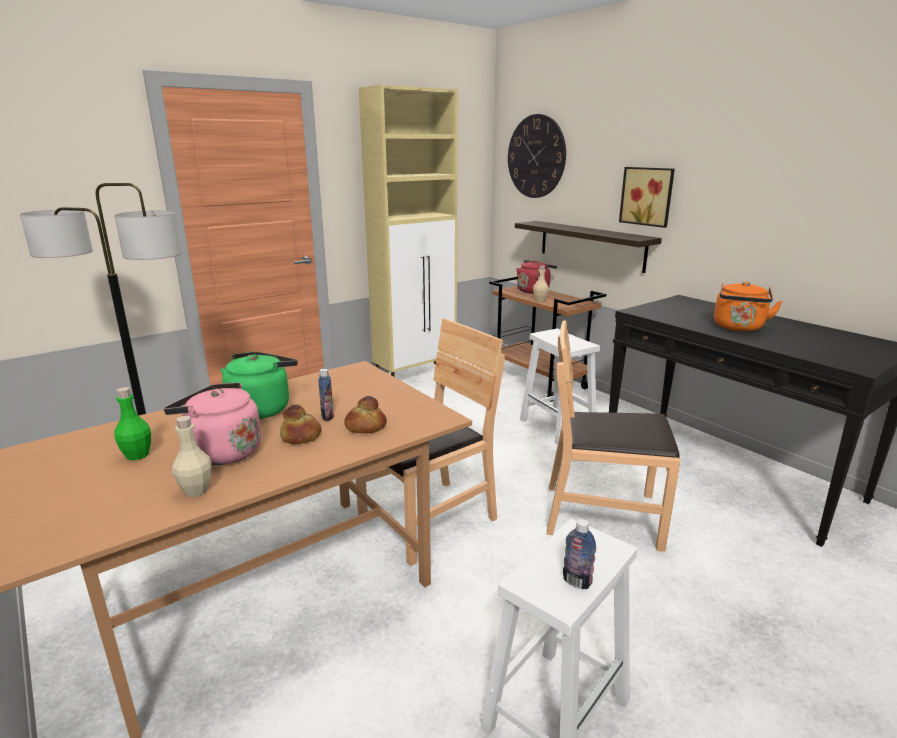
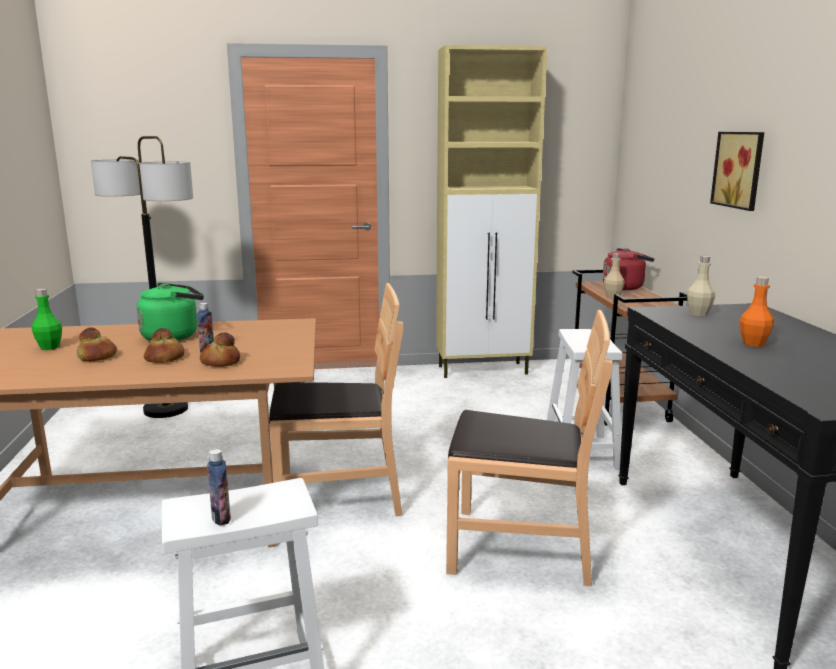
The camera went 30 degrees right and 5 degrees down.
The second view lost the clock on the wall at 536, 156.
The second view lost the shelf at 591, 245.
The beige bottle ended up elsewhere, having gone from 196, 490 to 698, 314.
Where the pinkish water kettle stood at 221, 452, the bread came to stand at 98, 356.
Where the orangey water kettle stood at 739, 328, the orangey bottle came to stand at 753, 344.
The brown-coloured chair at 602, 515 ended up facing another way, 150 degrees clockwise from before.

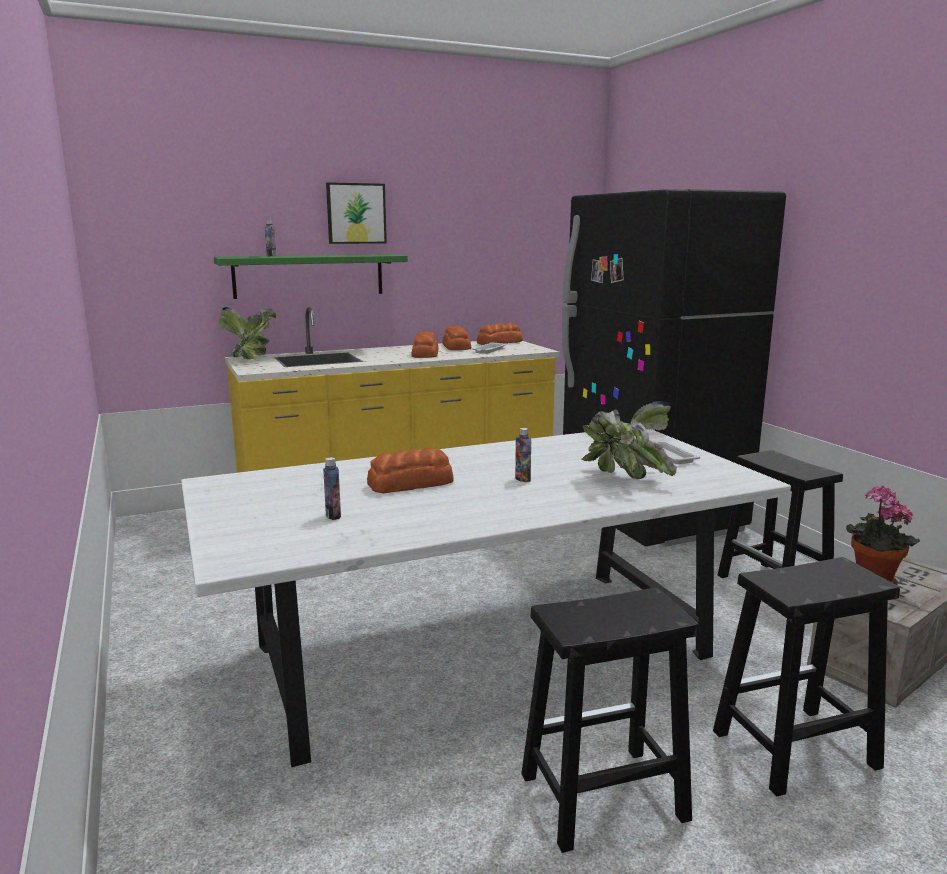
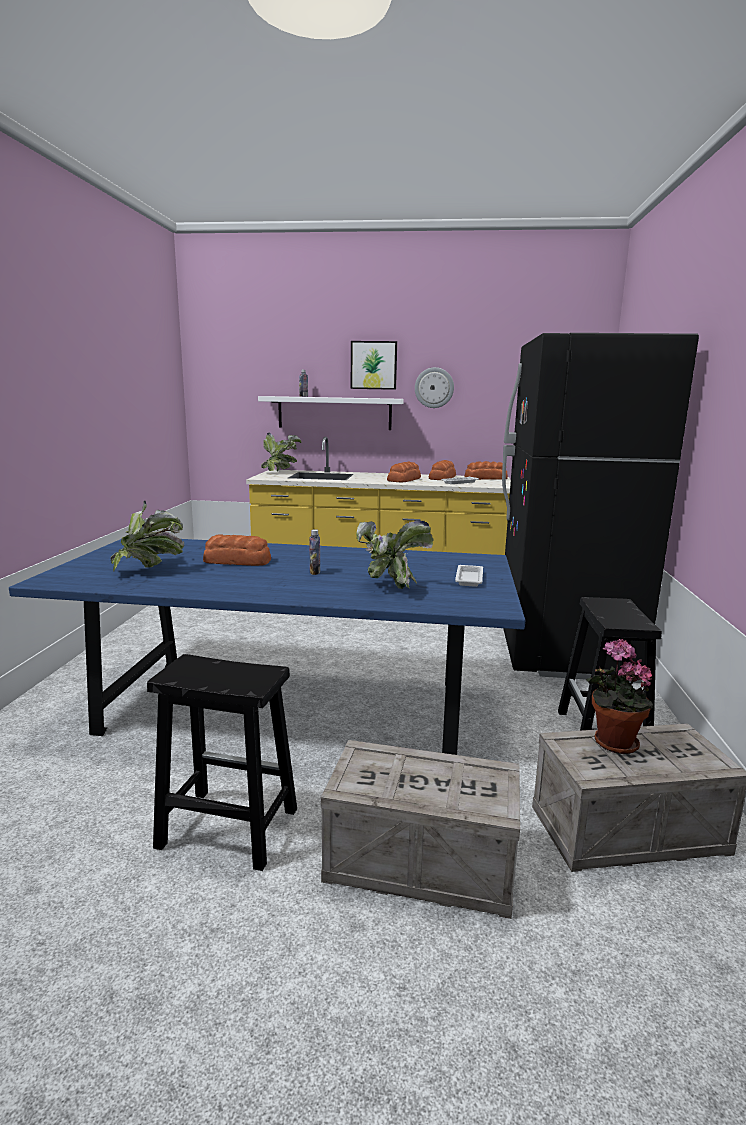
The camera went 30 degrees right and 0 degrees up.
The second view gained the clock on the wall at 434, 387.
Where the bottle stood at 333, 516, the houseplant came to stand at 150, 569.
Where the black-coloured stool seat stood at 793, 750, the shipping crate came to stand at 417, 861.
What was the white dinner table at 481, 651 turned into the blue dinner table at 288, 707.
What was the green-coloured shelf at 309, 275 turned into the white shelf at 334, 413.

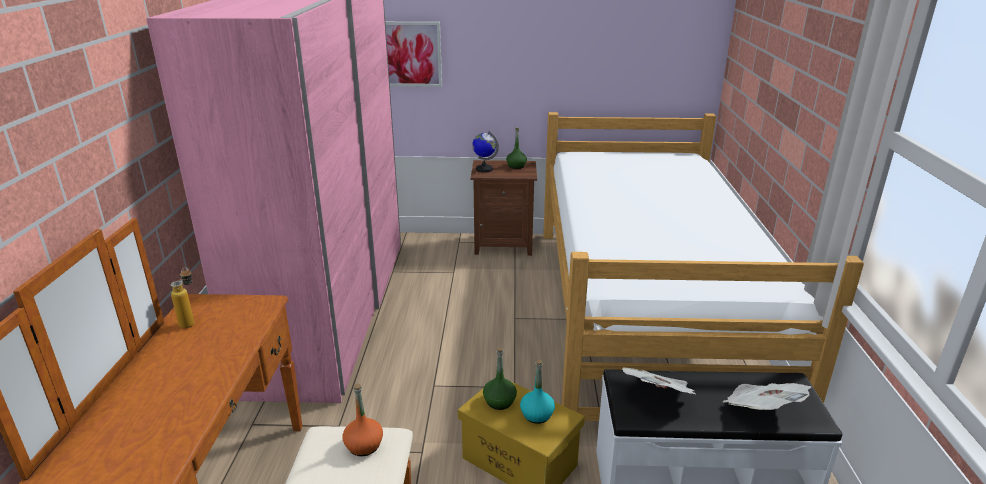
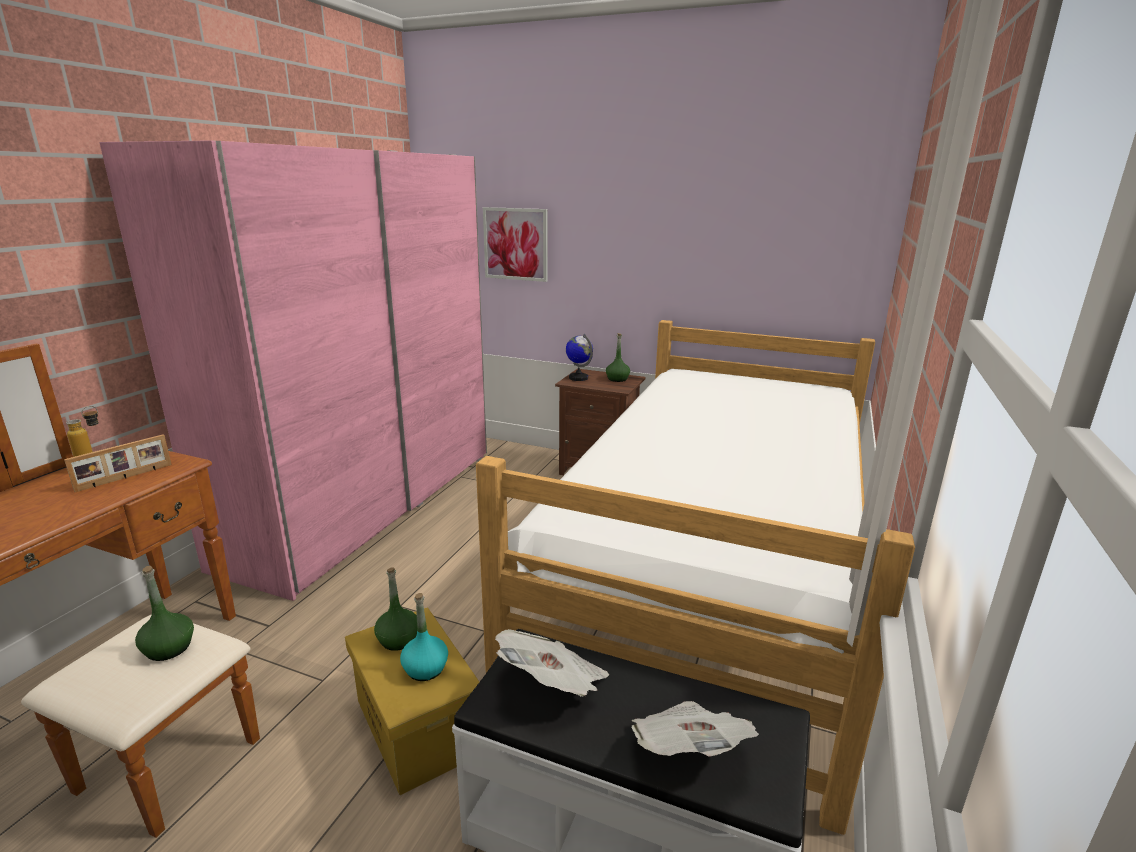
The camera went 20 degrees right and 5 degrees down.
The second view gained the photo frame at 125, 478.
What was the orangey bottle at 364, 446 turned into the green-coloured bottle at 169, 648.

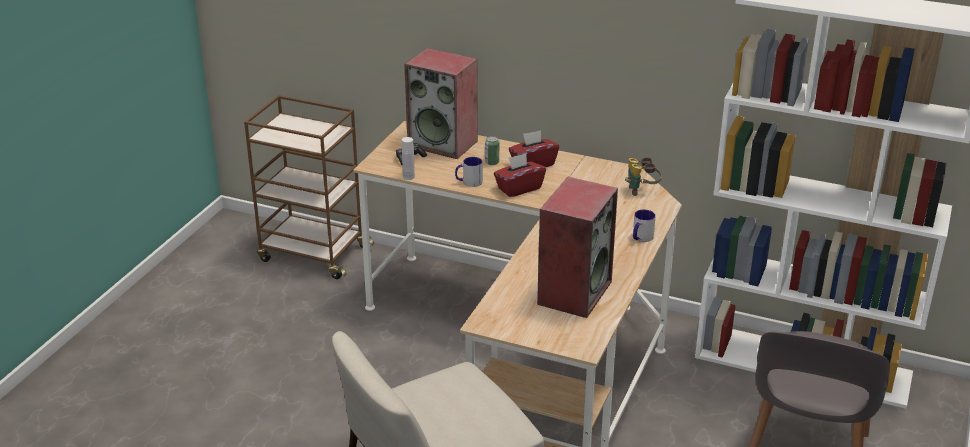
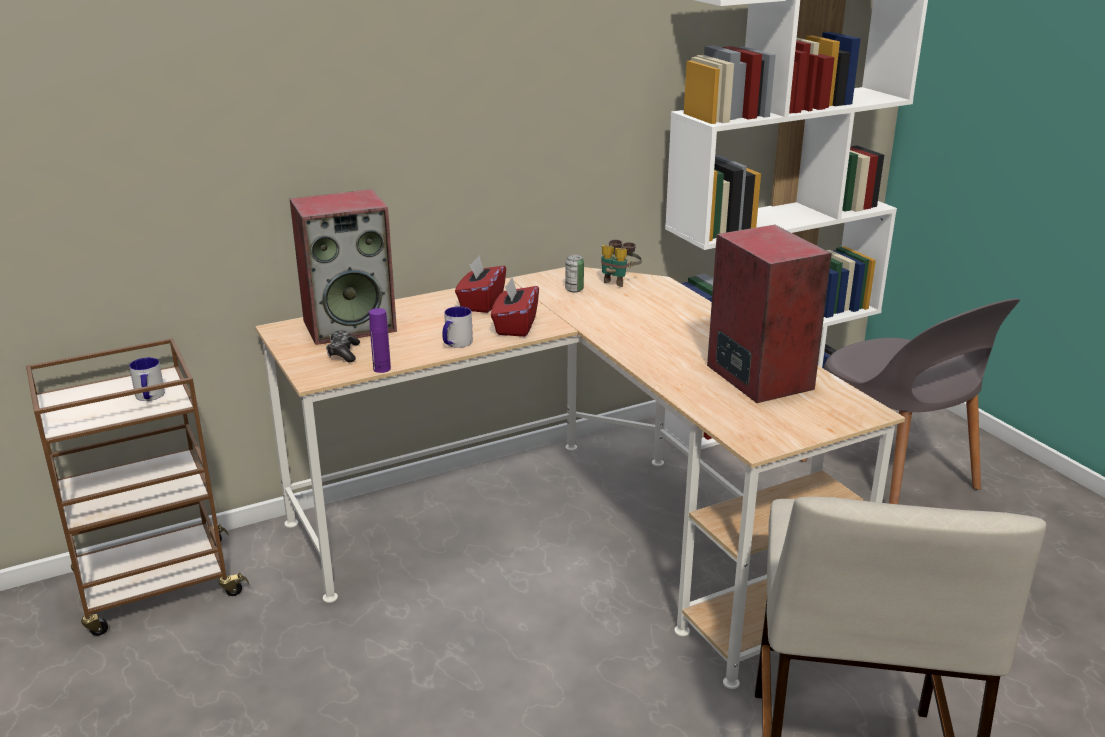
The camera went 50 degrees left and 5 degrees down.
The metal can ended up elsewhere, having gone from 492, 162 to 574, 289.
The mug ended up elsewhere, having gone from 641, 238 to 149, 397.
What was the white bottle at 408, 177 turned into the purplish bottle at 382, 368.

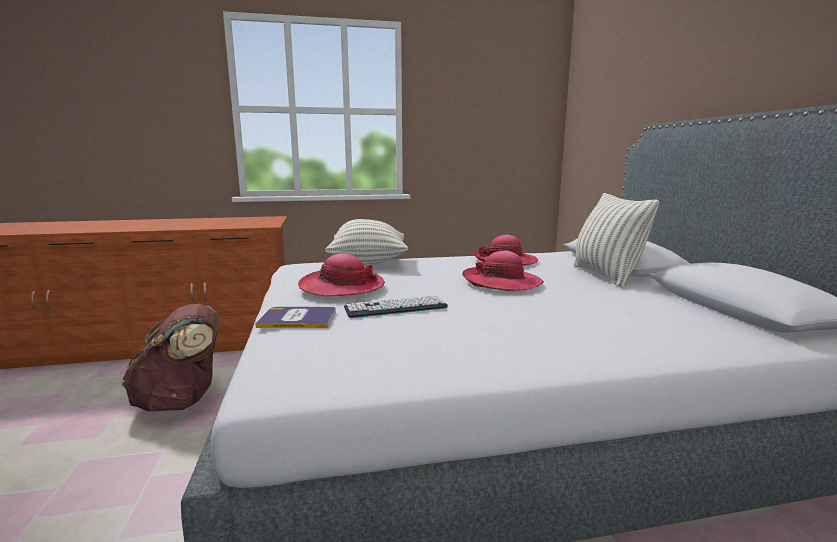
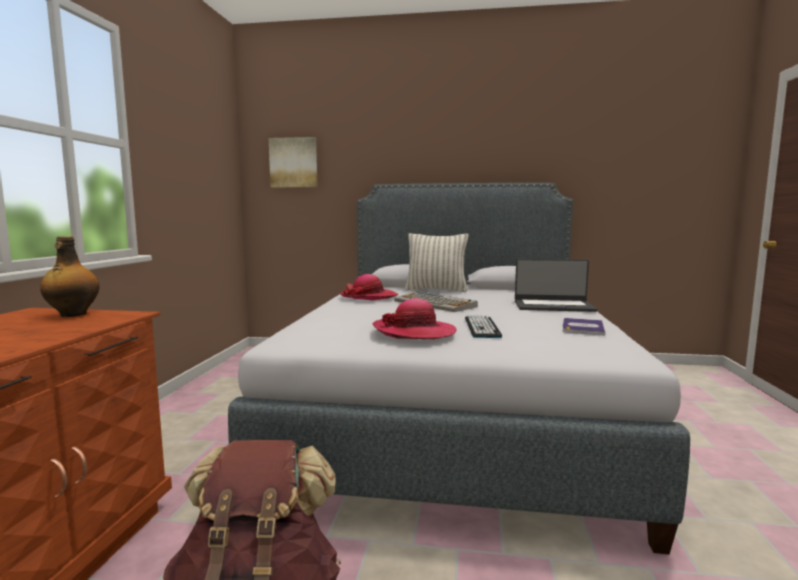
The camera went 70 degrees left and 5 degrees down.
The second view lost the cushion at 368, 263.
The second view gained the bottle at 72, 314.
The second view gained the wall picture at 293, 162.
The second view gained the laptop at 553, 306.
The volume ended up elsewhere, having gone from 298, 318 to 583, 327.
Where the hat stood at 501, 282, the PC keyboard came to stand at 435, 304.

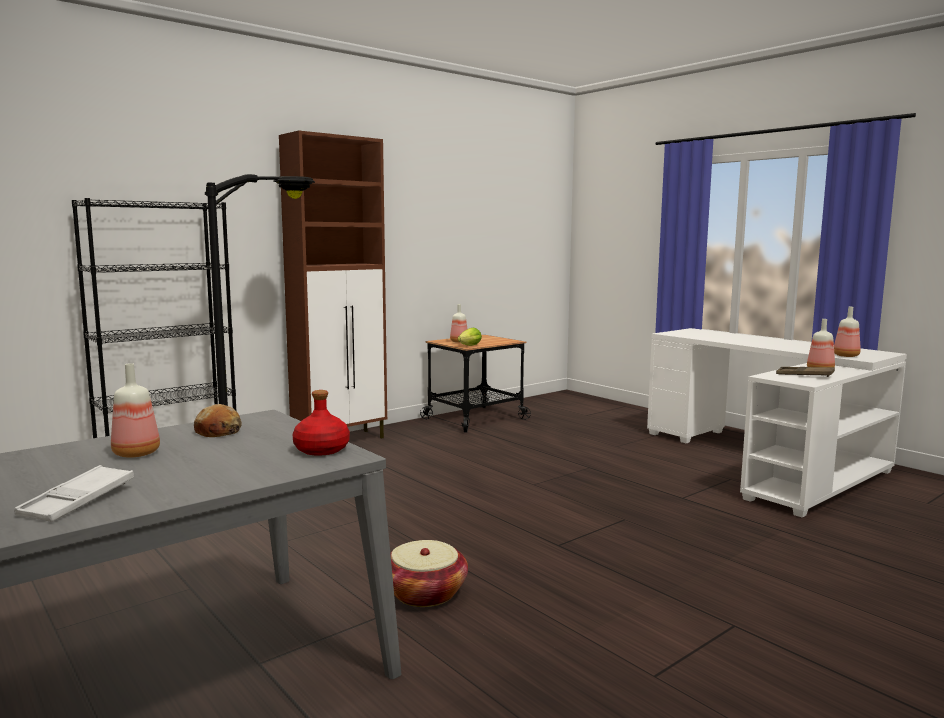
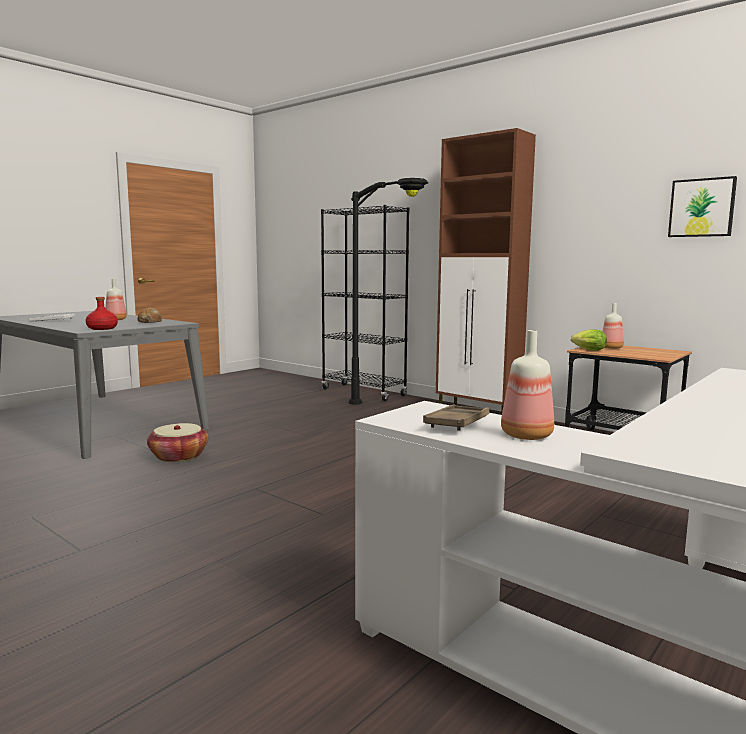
The camera went 80 degrees right and 0 degrees up.
The second view lost the bottle at 846, 356.
The second view gained the wall picture at 702, 208.

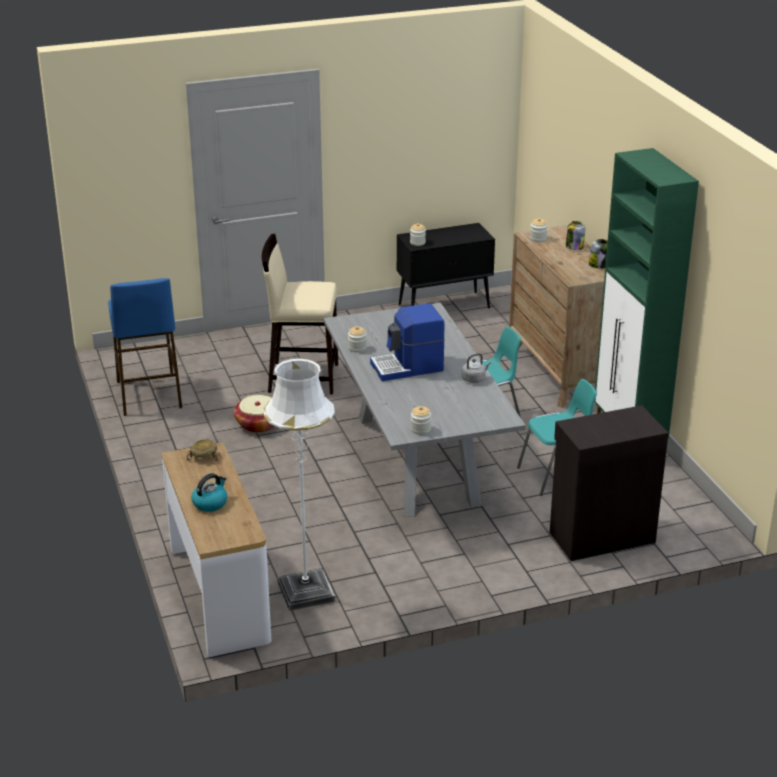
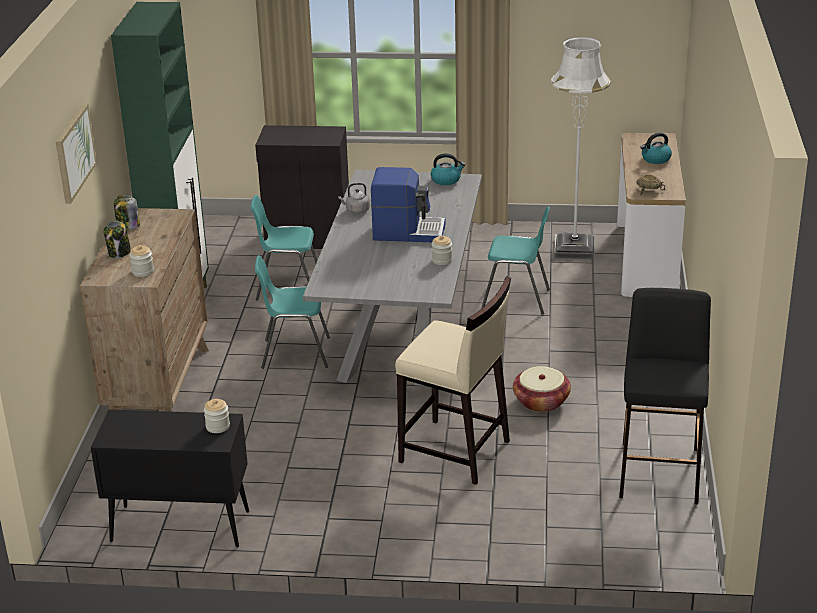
The camera went 155 degrees left and 0 degrees up.
The second view gained the wall picture at 74, 152.
The second view gained the blue-green chair at 516, 300.
Where the storage jar stood at 420, 430, the water kettle came to stand at 446, 180.
What was the blue stool seat at 149, 395 turned into the black-coloured stool seat at 659, 472.

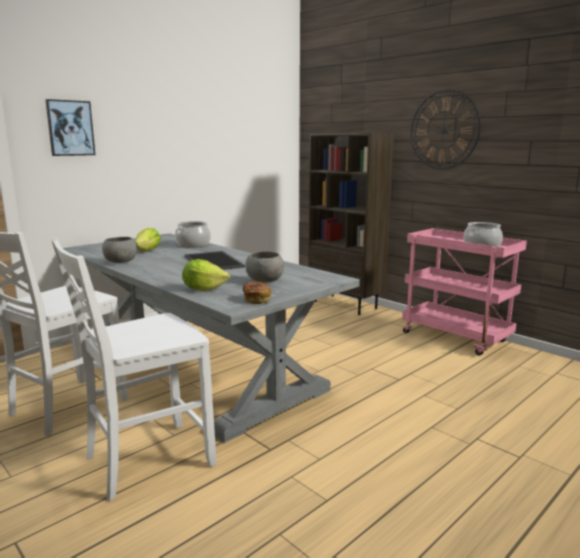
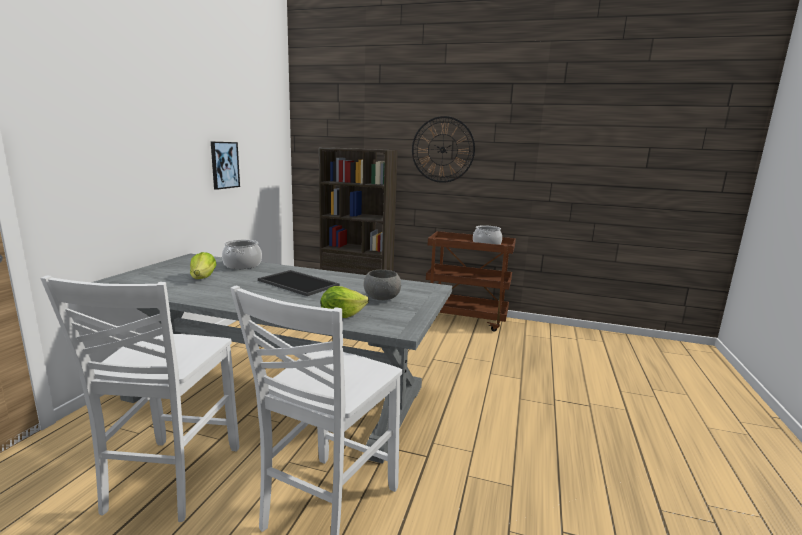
The camera went 30 degrees left and 0 degrees up.
The second view lost the gray serving bowl at 121, 261.
The second view lost the bread at 256, 300.
The wall picture ended up elsewhere, having gone from 70, 128 to 224, 165.
What was the pinkish trolley at 456, 337 turned into the brown-coloured trolley at 466, 319.

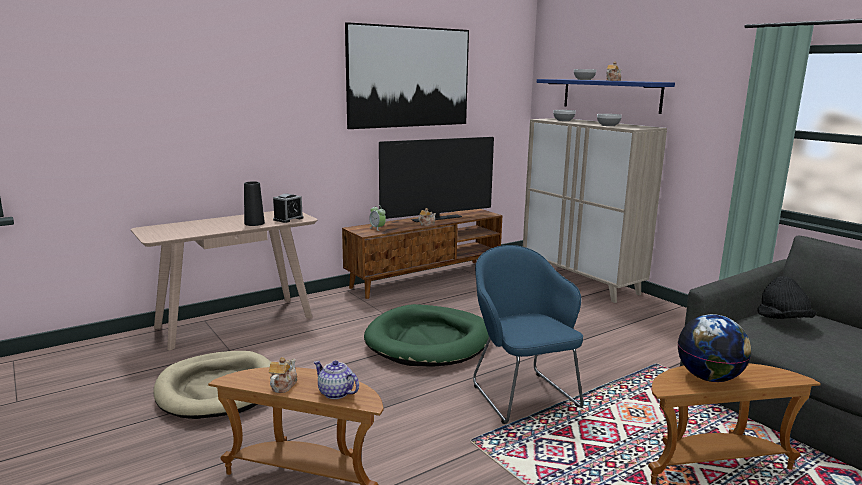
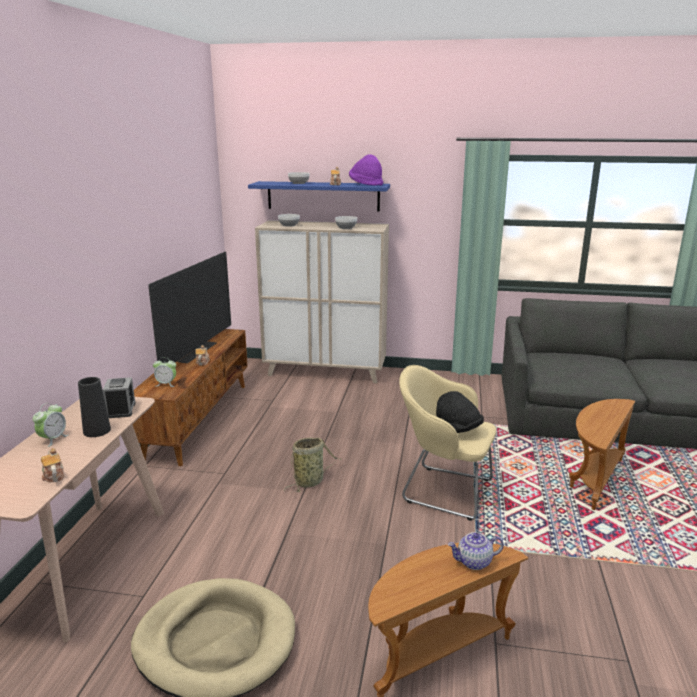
The camera went 45 degrees left and 5 degrees up.
The second view lost the wall picture at 409, 77.
The second view lost the desk globe at 709, 378.
The second view gained the table clock at 53, 439.
The second view gained the purplish hat at 366, 184.
The teapot ended up elsewhere, having gone from 283, 385 to 53, 475.
The black-coloured hat ended up elsewhere, having gone from 783, 321 to 457, 430.
Where the green-coloured pet bed stood at 428, 341, the storage basket came to stand at 310, 481.
What was the blue easy chair at 521, 393 turned into the beige easy chair at 443, 490.

